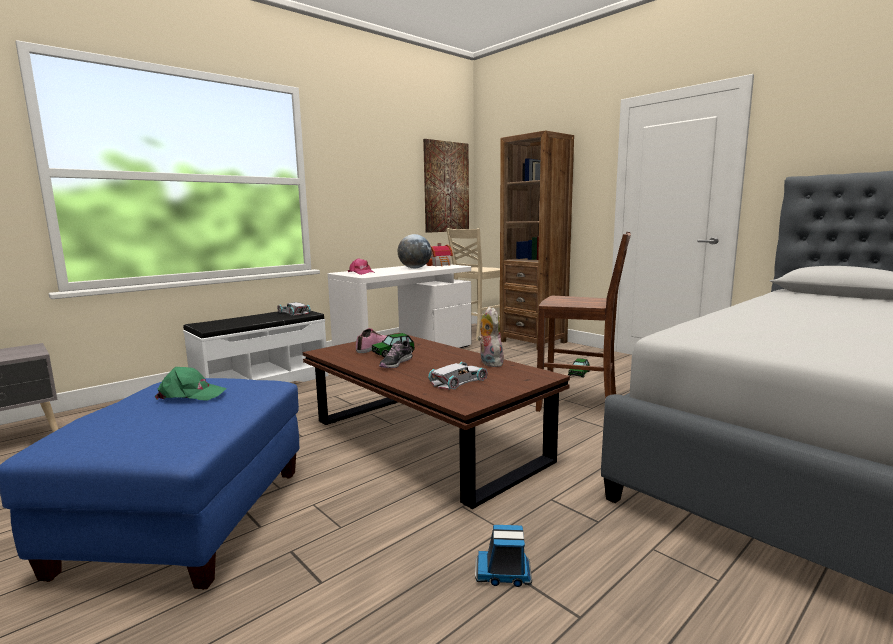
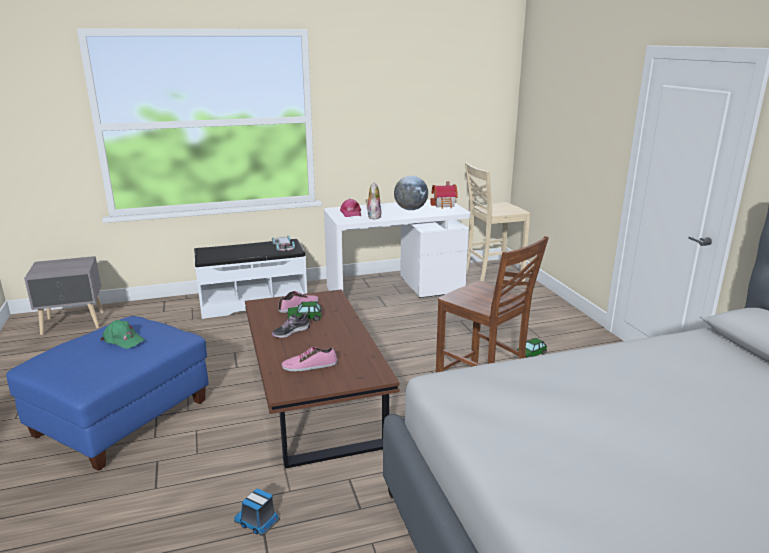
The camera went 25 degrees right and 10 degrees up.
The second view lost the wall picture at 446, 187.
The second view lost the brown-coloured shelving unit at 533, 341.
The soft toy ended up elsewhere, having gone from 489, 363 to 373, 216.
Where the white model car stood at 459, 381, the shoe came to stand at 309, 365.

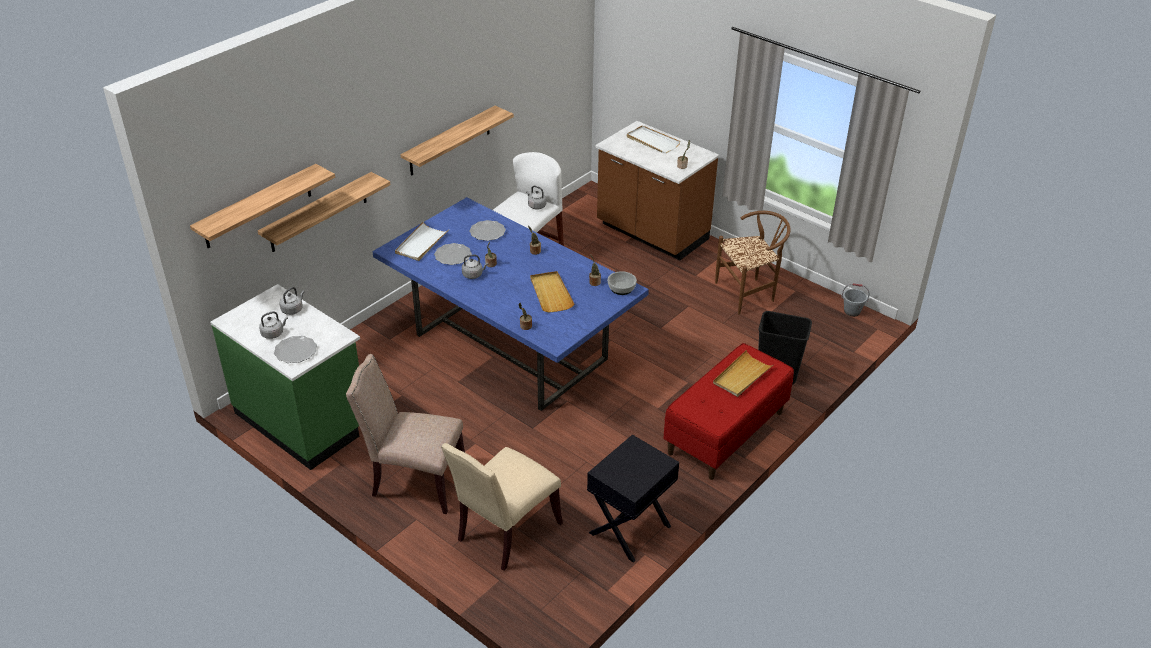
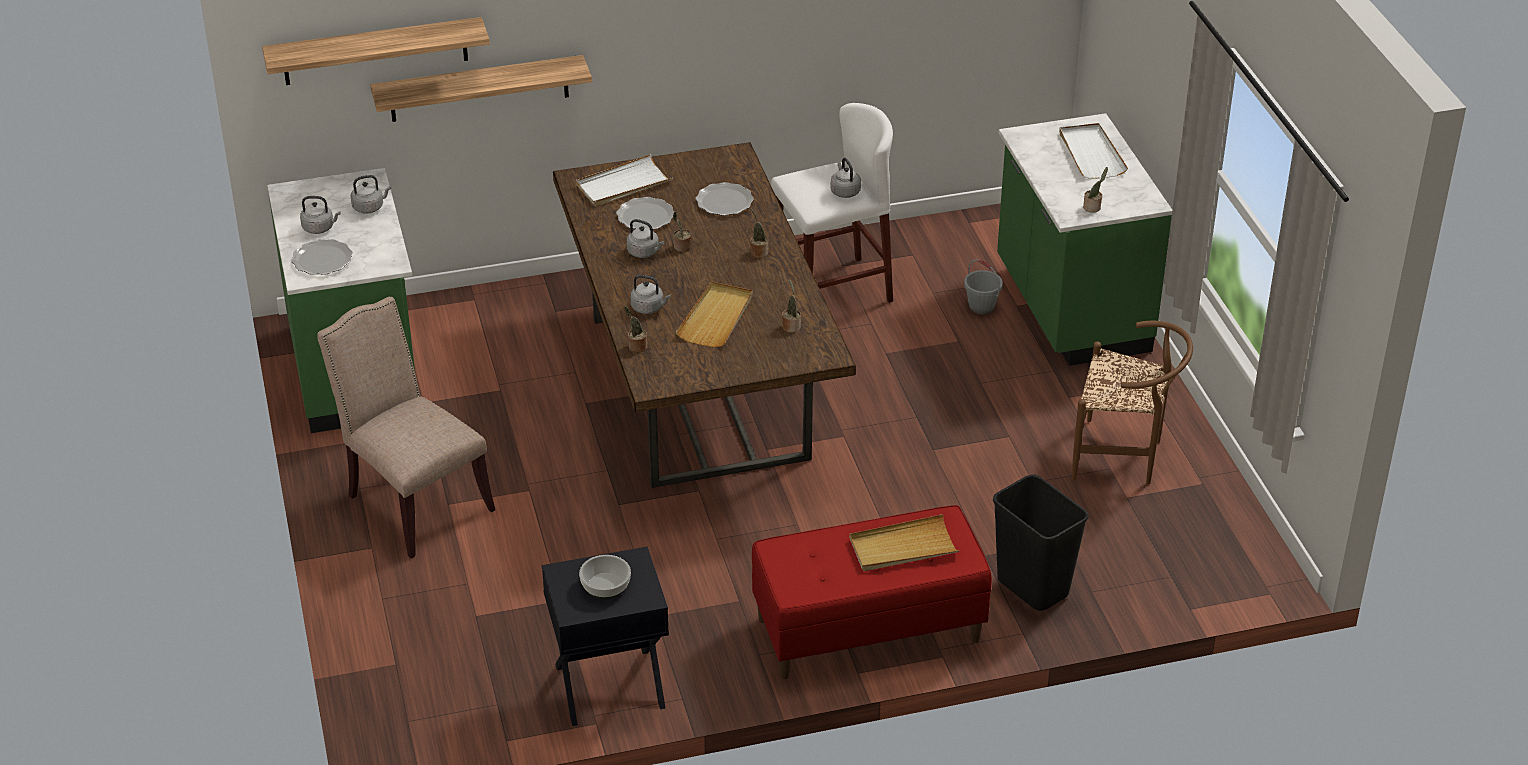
The camera went 35 degrees right and 0 degrees up.
The second view lost the shelf at 450, 141.
The second view lost the beige chair at 505, 533.
The second view gained the gray water kettle at 649, 308.
The serving bowl ended up elsewhere, having gone from 621, 288 to 605, 585.
The gray pail ended up elsewhere, having gone from 851, 311 to 981, 307.
What was the blue dinner table at 509, 346 turned into the brown-coloured dinner table at 698, 385.
What was the brown-coloured counter at 651, 233 turned into the green-coloured counter at 1070, 309.

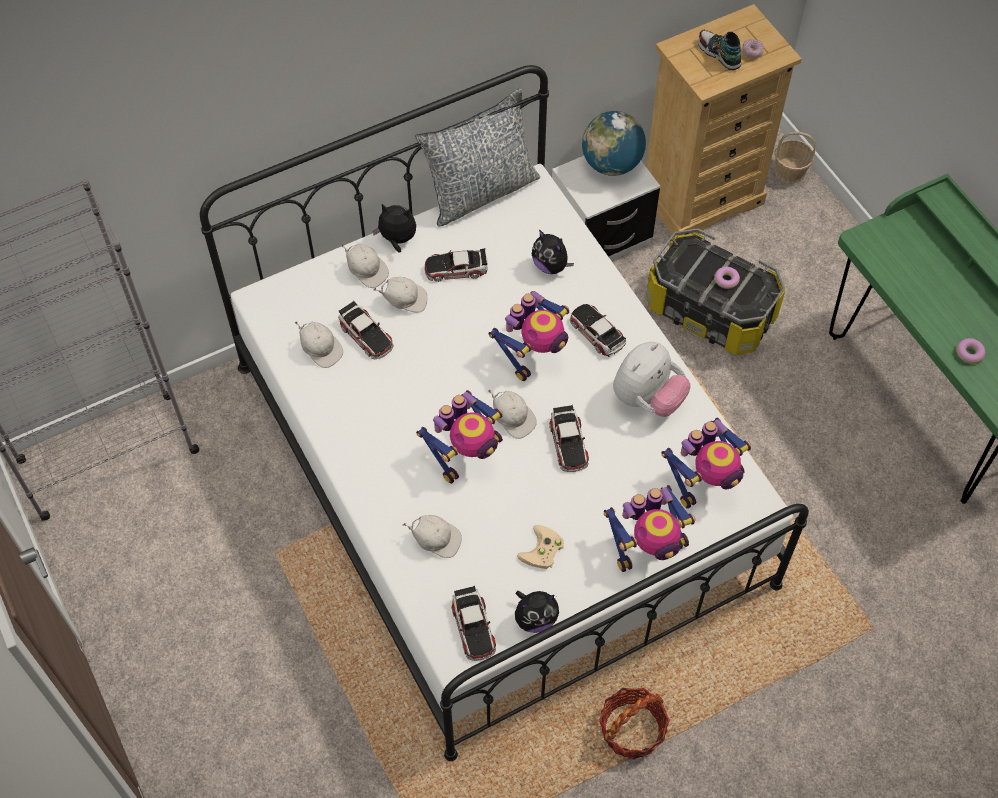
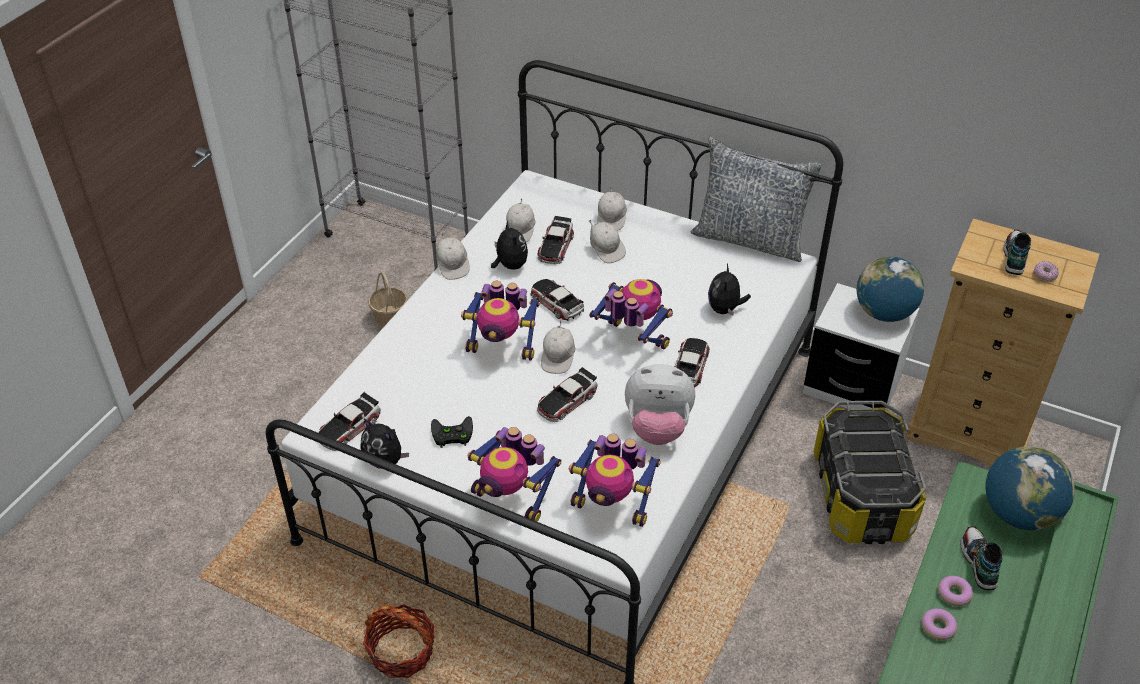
The camera went 55 degrees right and 15 degrees down.
The second view gained the shoe at 978, 563.
The second view gained the desk globe at 1018, 514.
The soft toy ended up elsewhere, having gone from 397, 239 to 510, 265.
The white cap ended up elsewhere, having gone from 436, 540 to 453, 266.
The model car ended up elsewhere, having gone from 456, 268 to 556, 303.
The doughnut ended up elsewhere, having gone from 726, 280 to 954, 594.
The storage basket ended up elsewhere, having gone from 789, 171 to 390, 318.
What was the beige joypad at 542, 551 turned into the black-coloured joypad at 451, 434.
The model robot at 534, 352 ended up facing another way, 150 degrees counterclockwise from before.

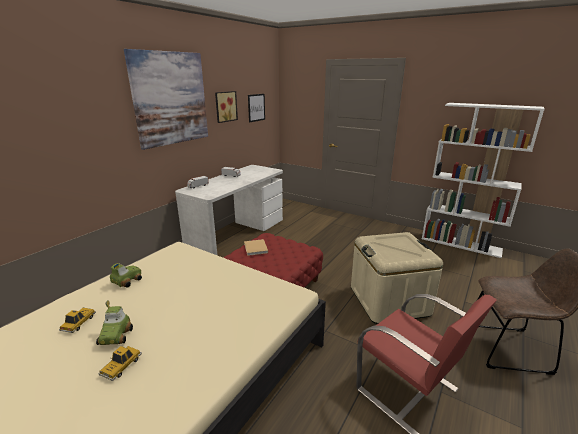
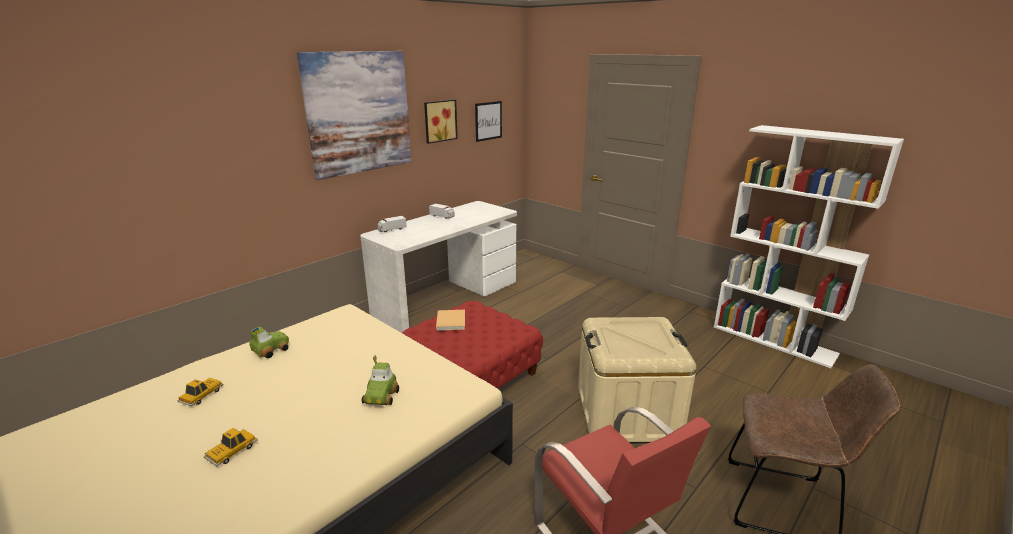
The camera went 10 degrees right and 0 degrees up.
The model car ended up elsewhere, having gone from 116, 336 to 381, 397.

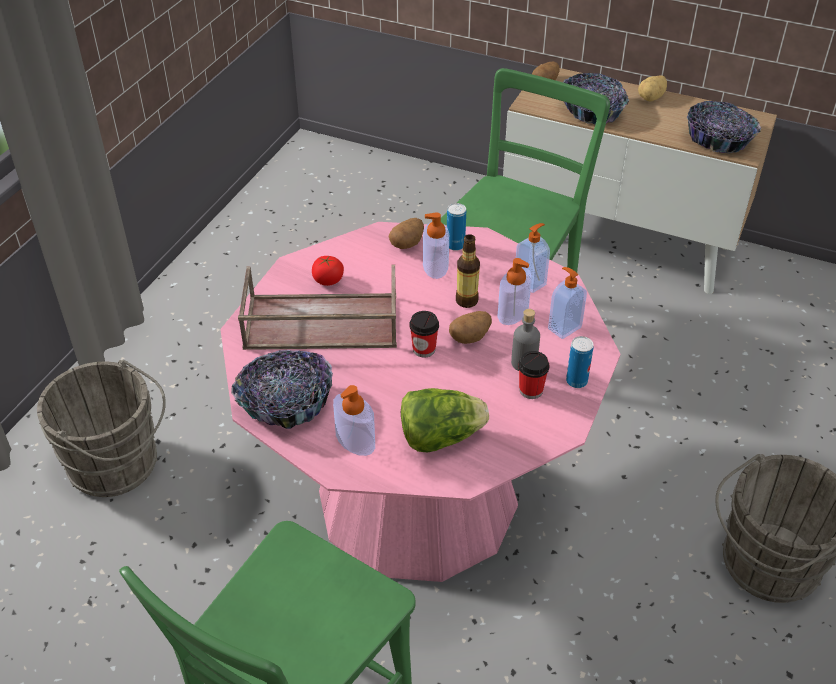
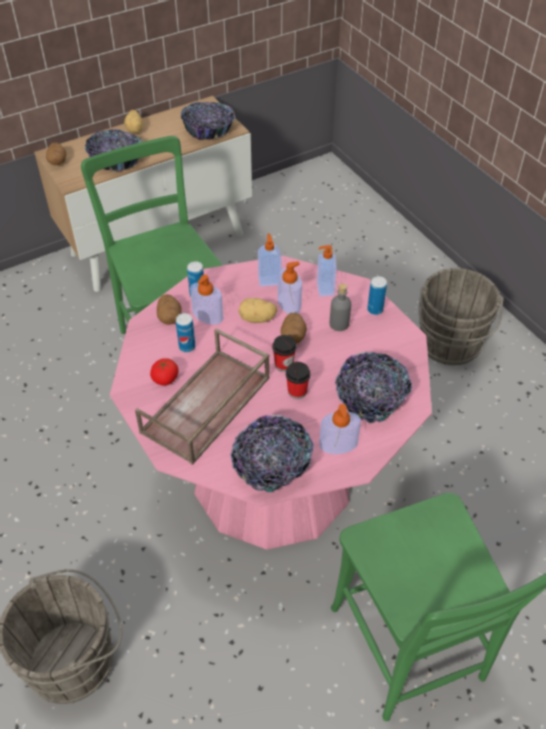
The camera went 55 degrees left and 5 degrees up.
The second view gained the metal can at 187, 347.
The drinking cup ended up elsewhere, having gone from 531, 390 to 297, 392.
Where the lettuce head stood at 440, 437, the serving bowl came to stand at 370, 399.
Where the bottle stood at 466, 301, the whole potato came to stand at 257, 319.

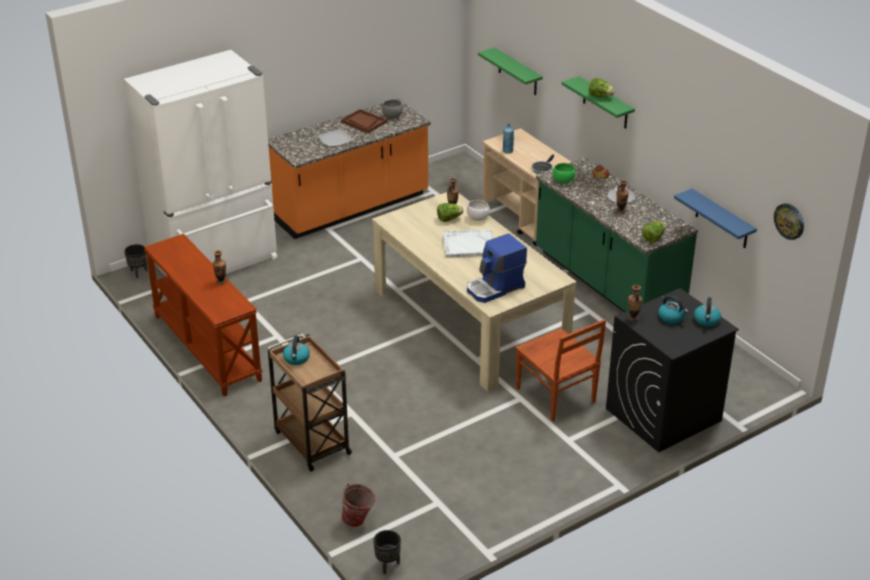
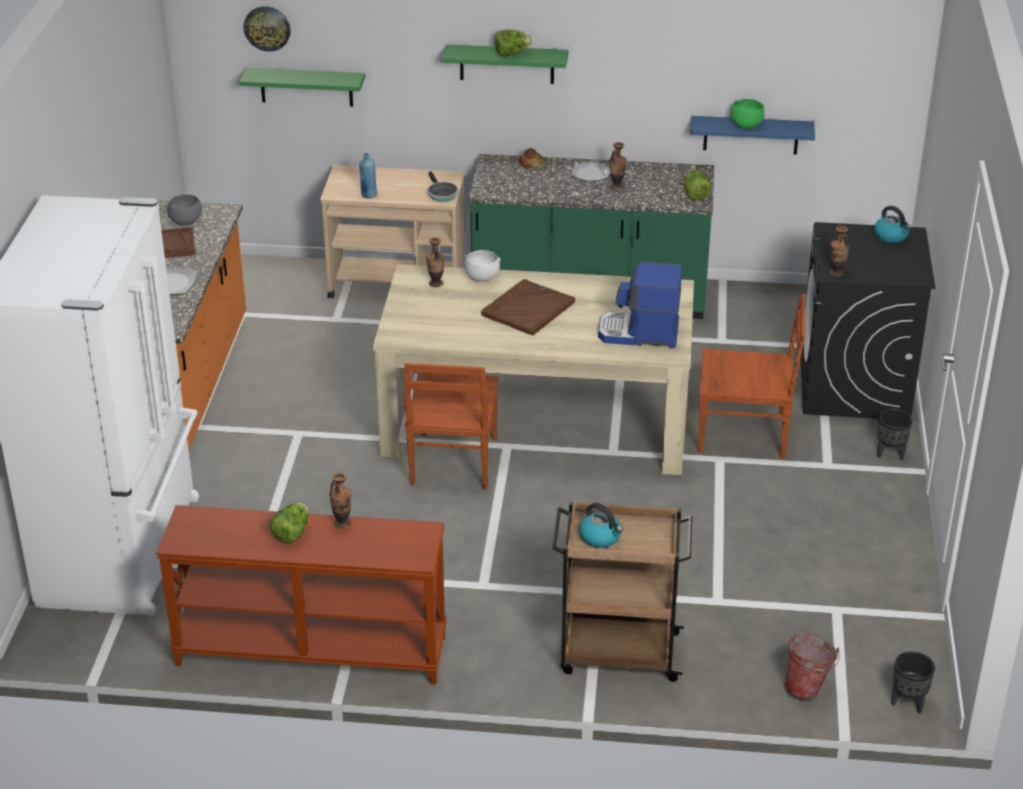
The camera went 50 degrees left and 0 degrees up.
The second view lost the water kettle at 671, 317.
The second view gained the brown-coloured chair at 453, 463.
The black-coloured plant pot ended up elsewhere, having gone from 138, 273 to 890, 453.
The lettuce head ended up elsewhere, having gone from 449, 219 to 292, 533.
The green-coloured serving bowl ended up elsewhere, having gone from 563, 181 to 745, 125.
The clock on the wall ended up elsewhere, having gone from 789, 221 to 267, 28.
What was the white tray at 468, 244 turned into the brown-coloured tray at 527, 309.
The coffee brewer at 495, 288 ended up facing another way, 90 degrees clockwise from before.

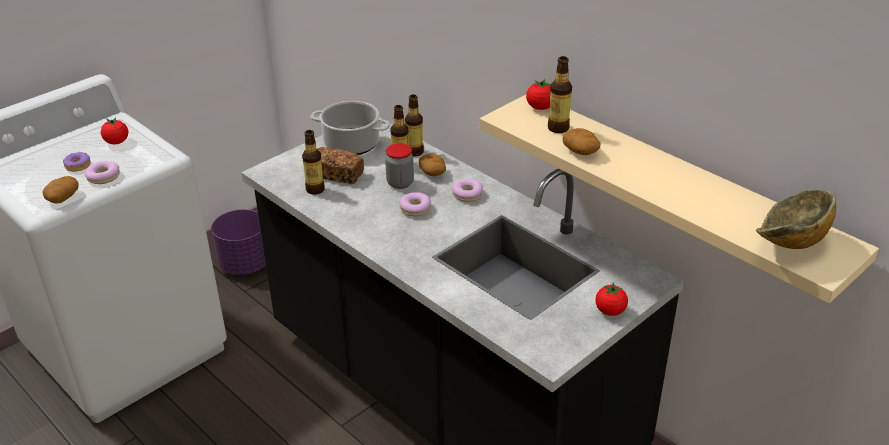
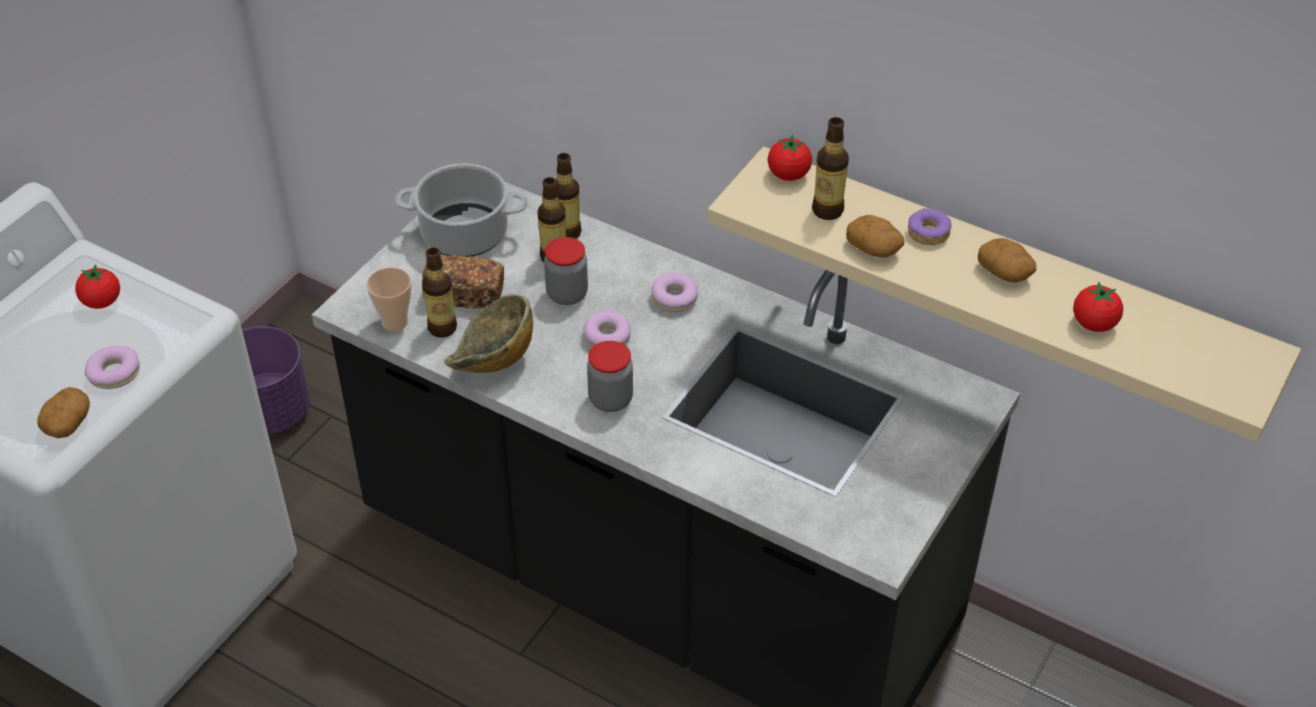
The camera went 15 degrees left and 10 degrees up.
The second view gained the drinking cup at 395, 323.
The second view gained the storage jar at 610, 399.
The doughnut ended up elsewhere, having gone from 77, 166 to 928, 233.
The whole potato ended up elsewhere, having gone from 433, 173 to 1005, 272.
The tomato ended up elsewhere, having gone from 610, 311 to 1094, 324.
The serving bowl ended up elsewhere, having gone from 788, 245 to 493, 363.

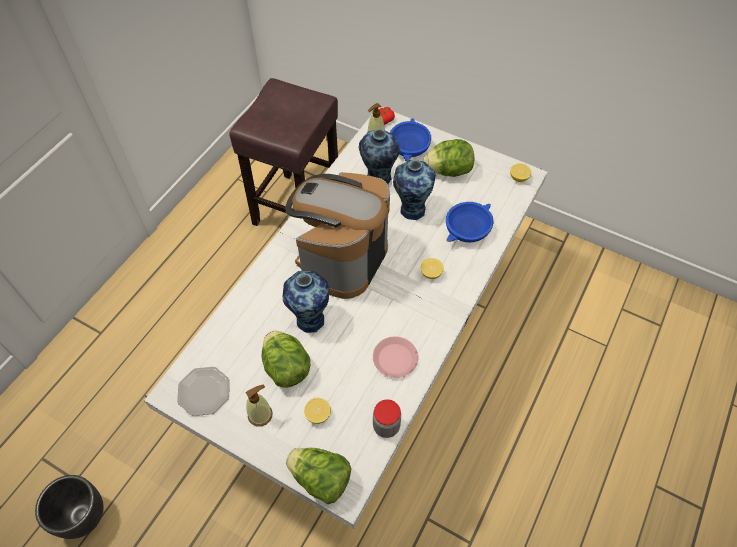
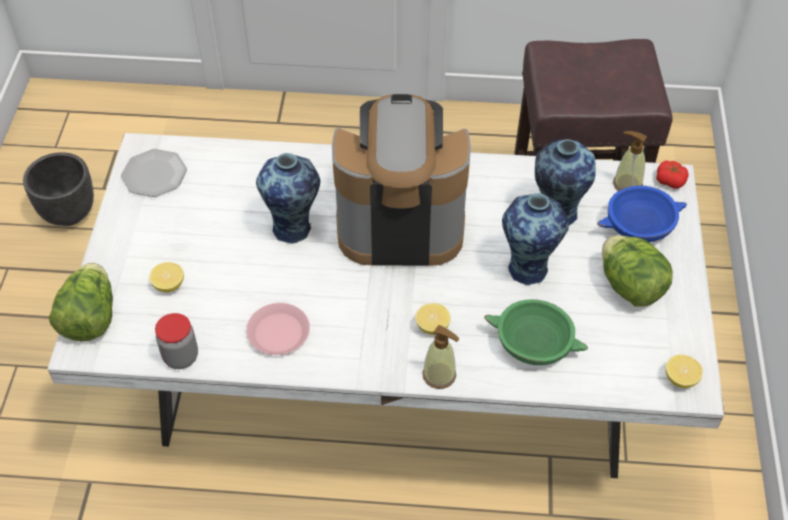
The camera went 65 degrees right and 5 degrees down.
The second view lost the lettuce head at 286, 368.
The soap dispenser ended up elsewhere, having gone from 260, 415 to 439, 375.
What was the blue serving bowl at 467, 229 turned into the green-coloured serving bowl at 534, 343.

